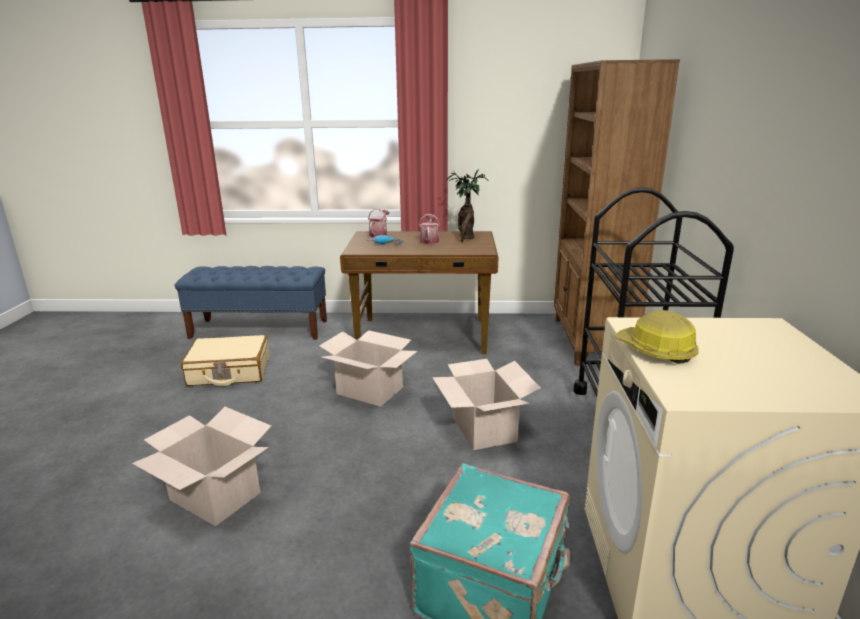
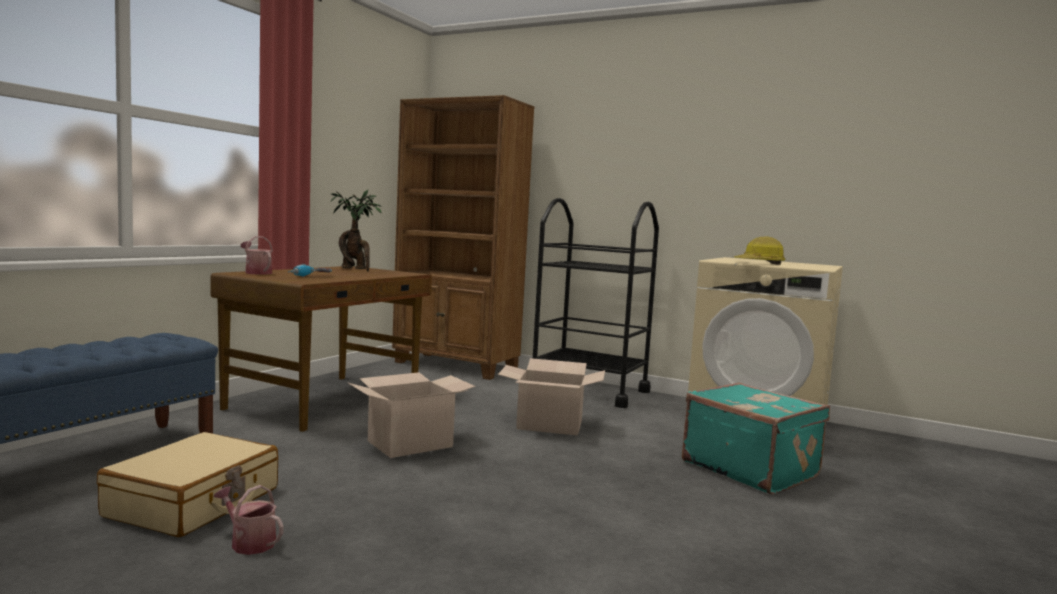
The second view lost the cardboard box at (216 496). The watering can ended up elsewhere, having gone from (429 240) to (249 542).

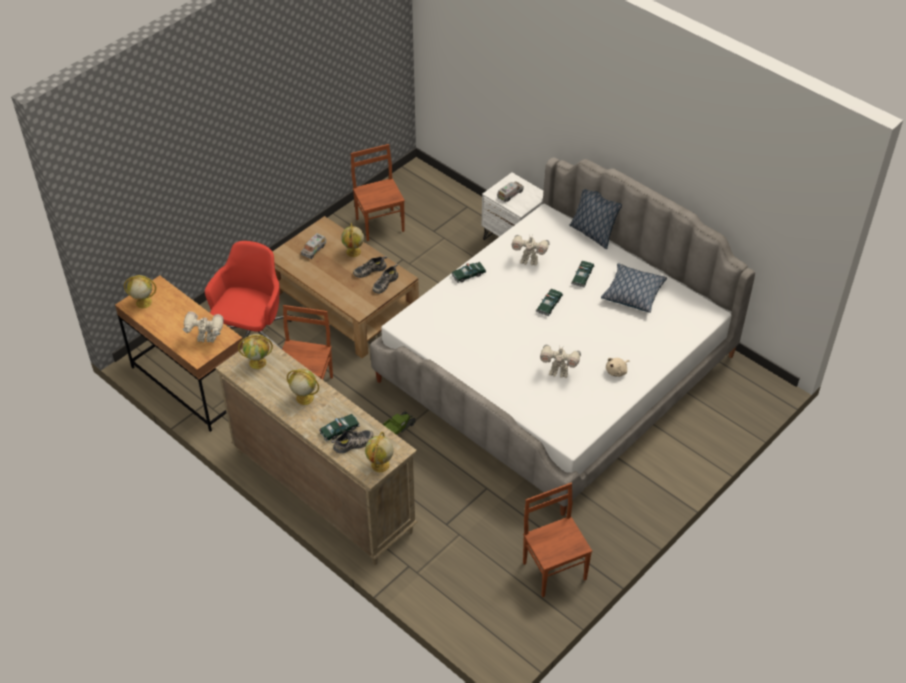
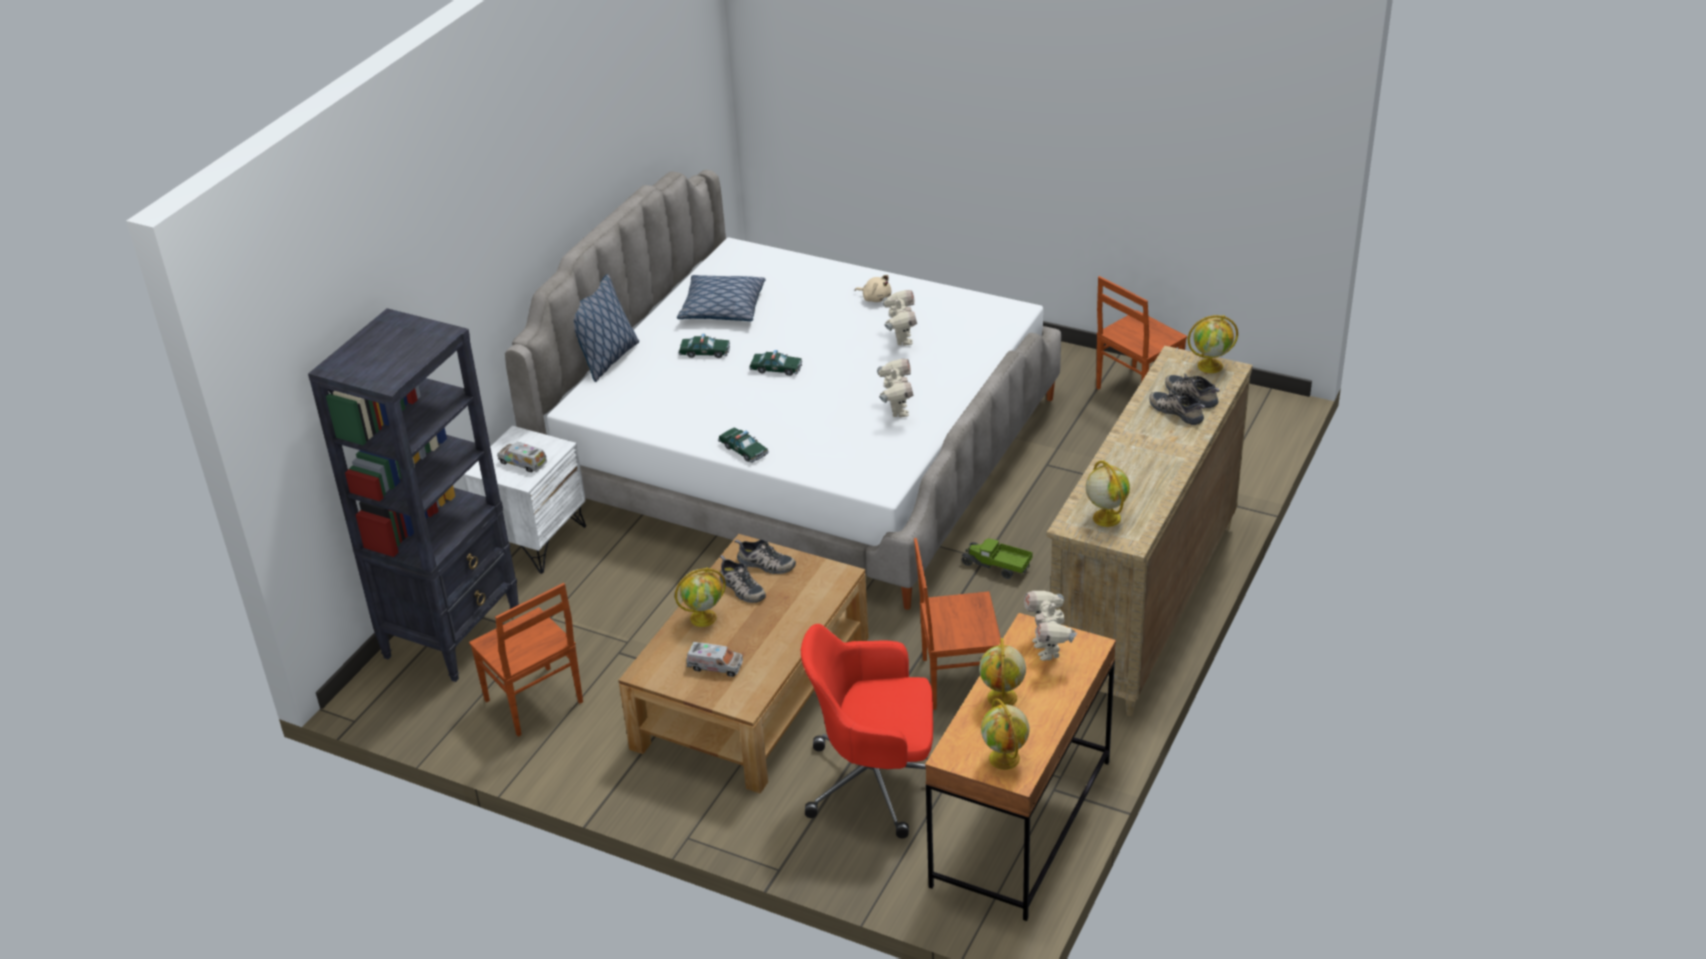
The second view gained the bookshelf in black-coloured at (453 634). The globe ended up elsewhere, having gone from (304 398) to (1002 698). The toy robot ended up elsewhere, having gone from (529 261) to (897 410). Where the miniature car stood at (339 430), the shoe came to stand at (1178 411). The chair in brown-coloured at (380 224) ended up facing another way, 90 degrees counterclockwise from before.

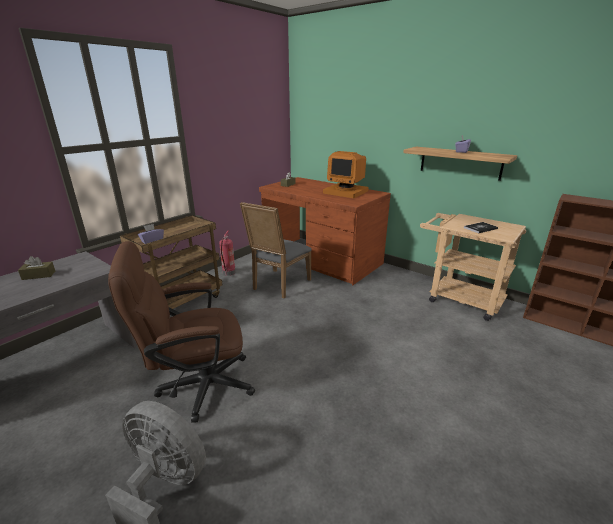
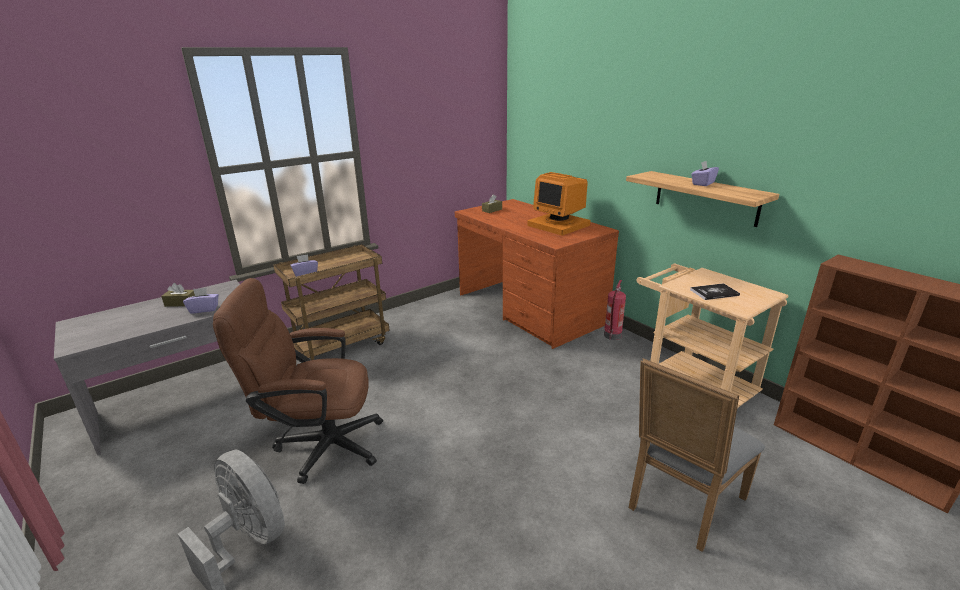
The second view gained the tissue box in purplish at (204 309). The fire-fighting cylinder ended up elsewhere, having gone from (229 273) to (612 336). The chair in greyish ended up elsewhere, having gone from (279 285) to (680 504).

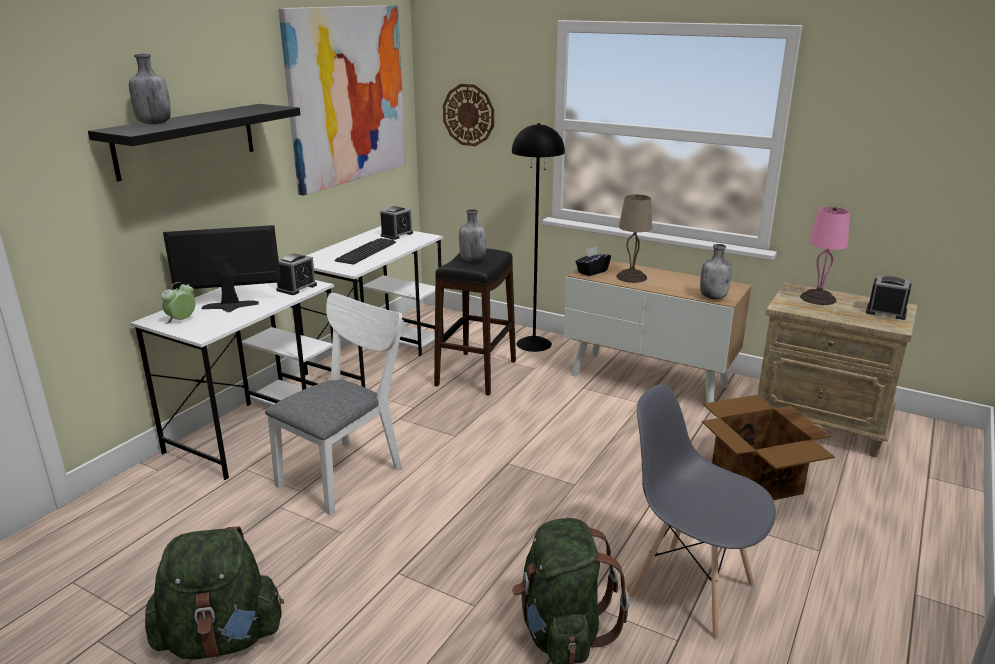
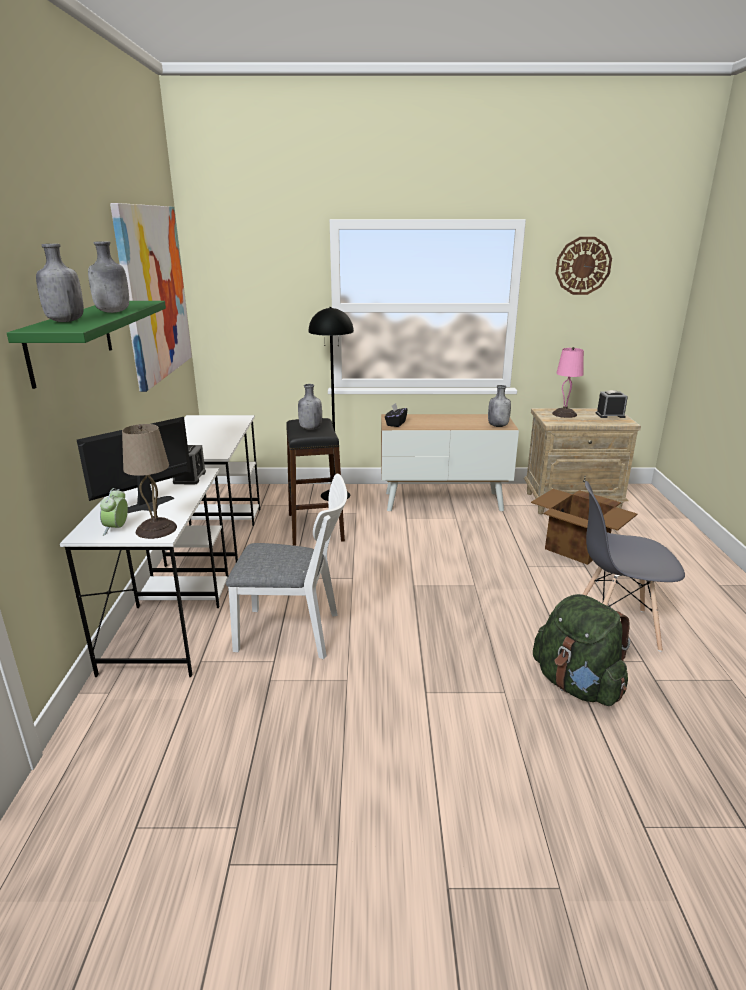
The second view lost the knapsack in green at (221 638). The second view lost the PC keyboard at (366 252). The second view lost the alarm clock at (397 234). The second view gained the bottle in greyish at (113 312). The wall clock ended up elsewhere, having gone from (468 115) to (583 266). The lamp for a table in beige-coloured ended up elsewhere, having gone from (632 277) to (157 529). What was the shelf in black-coloured at (186 140) turned into the shelf in green at (71 340). The chair in whitish at (346 471) ended up facing another way, 90 degrees clockwise from before.

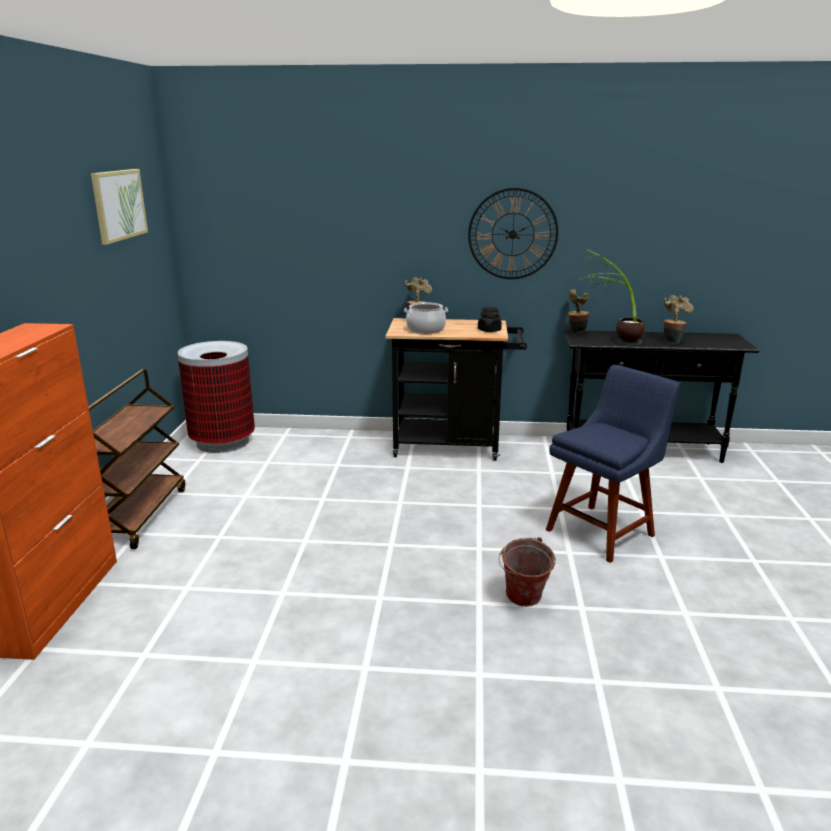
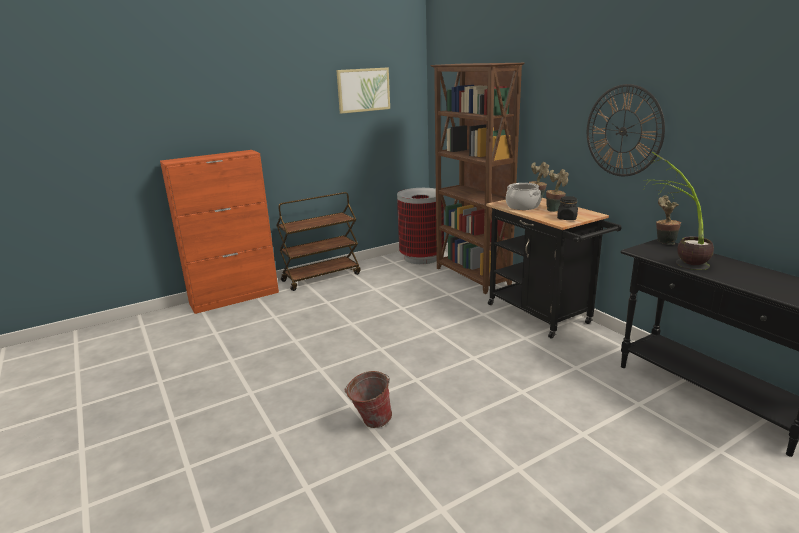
The second view lost the chair in bluish at (603 531). The second view gained the bookshelf in brown-coloured at (472 277). The potted plant ended up elsewhere, having gone from (672 341) to (555 210).

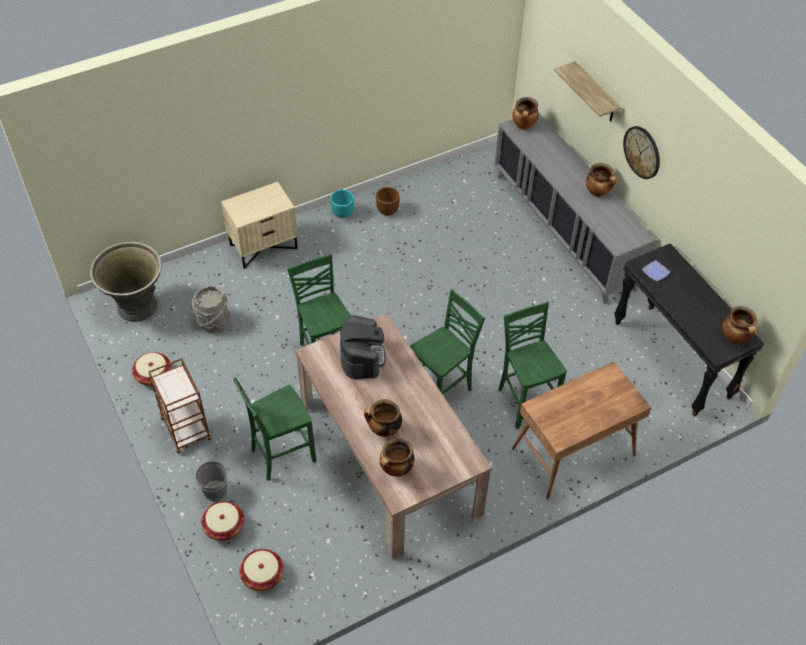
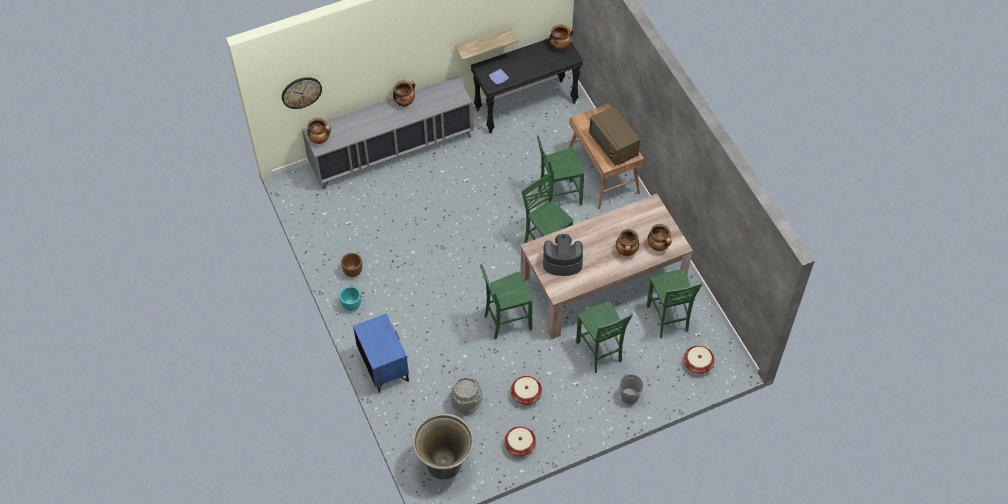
The second view lost the cart in brown-coloured at (186 429). The second view gained the microwave in brown-coloured at (613 145). The second view gained the chair in green at (668 319). The household basket ended up elsewhere, having gone from (224 526) to (526 394). The shelf ended up elsewhere, having gone from (595 93) to (483 42). The wall clock ended up elsewhere, having gone from (642 152) to (301 92). What was the bedside table in beige-coloured at (263 246) turned into the bedside table in bluish at (383 366).

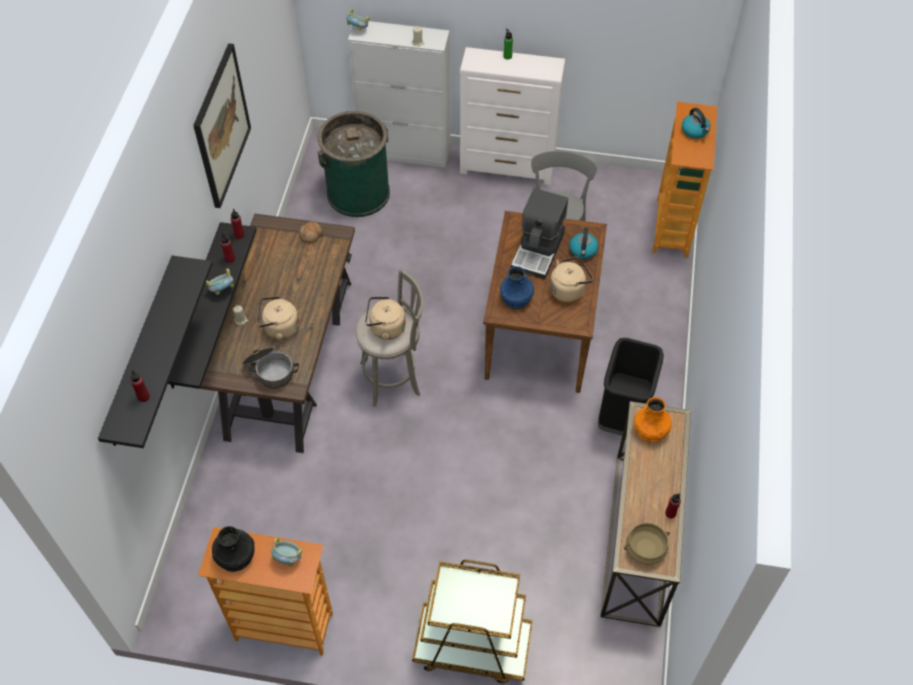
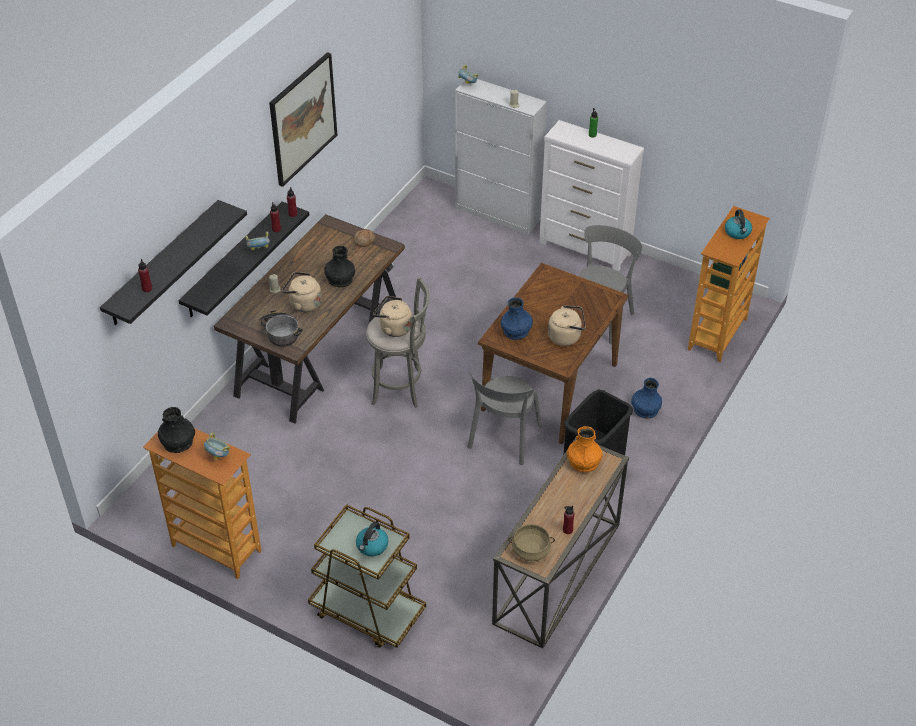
The second view lost the rubbish bin in green at (358 193). The second view lost the coffee machine at (538 251). The second view gained the vase in black-coloured at (340 279). The second view gained the chair in greyish at (503 439). The second view gained the vase in bluish at (645 409). The water kettle ended up elsewhere, having gone from (583 250) to (372 546).

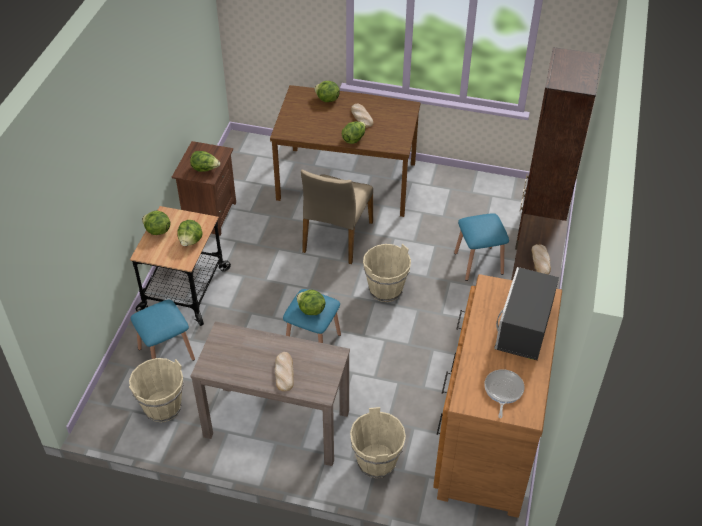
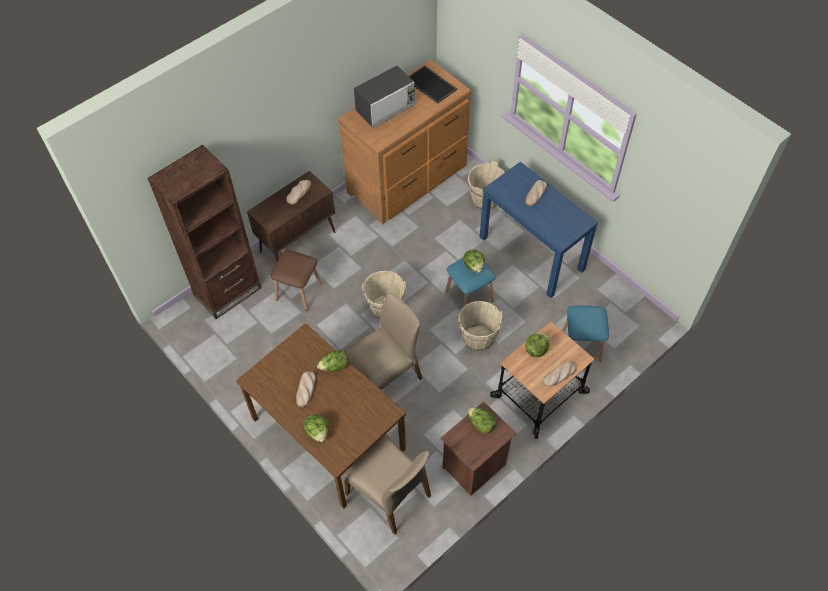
The second view gained the chair in beige-coloured at (389 494). The bucket in beige-coloured ended up elsewhere, having gone from (162 407) to (478 339). Where the head of lettuce stood at (157 231), the baked bread came to stand at (559 375). Where the skillet stood at (503 391), the serving tray came to stand at (431 84). What was the console table in brown-coloured at (276 424) turned into the console table in bluish at (532 253). What was the stool seat in bluish at (478 263) turned into the stool seat in brown-coloured at (298 291).

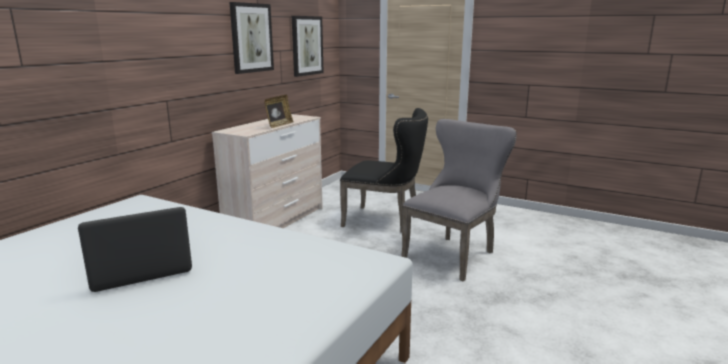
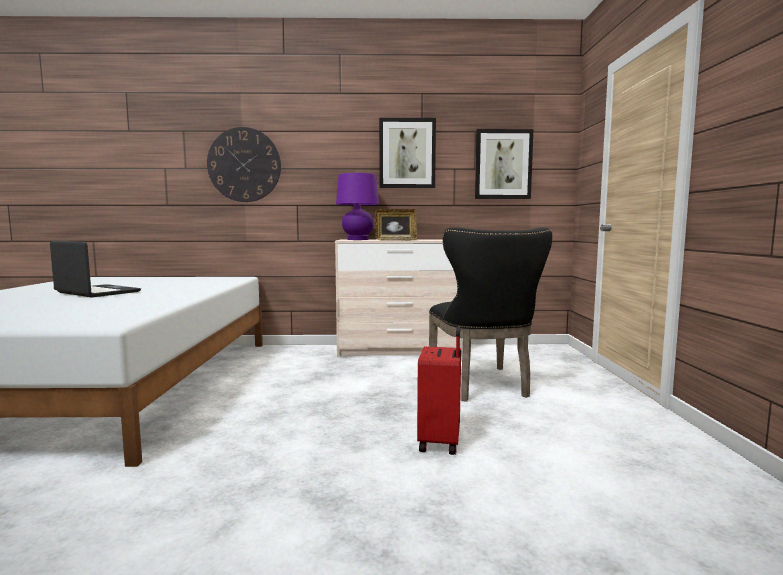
The second view gained the wall clock at (244 165). The second view gained the lamp for a table in purplish at (358 239). Where the chair in greyish stood at (454 254), the suitcase in reddish came to stand at (441 442).

